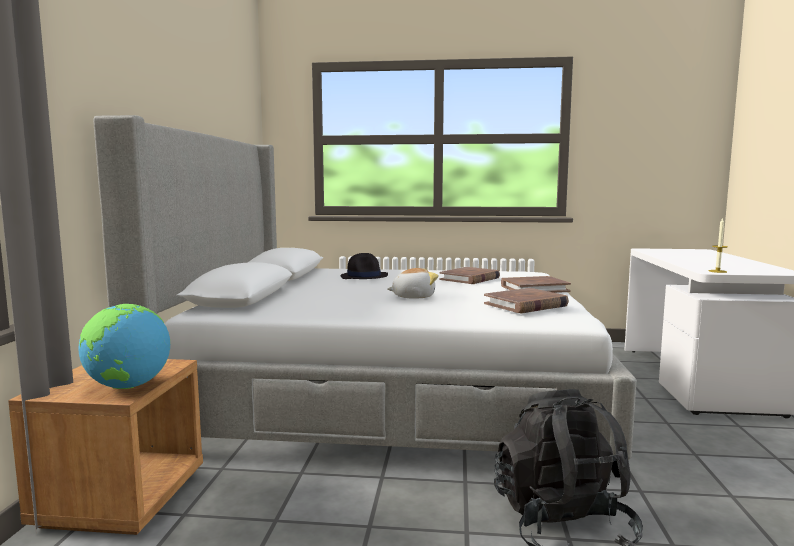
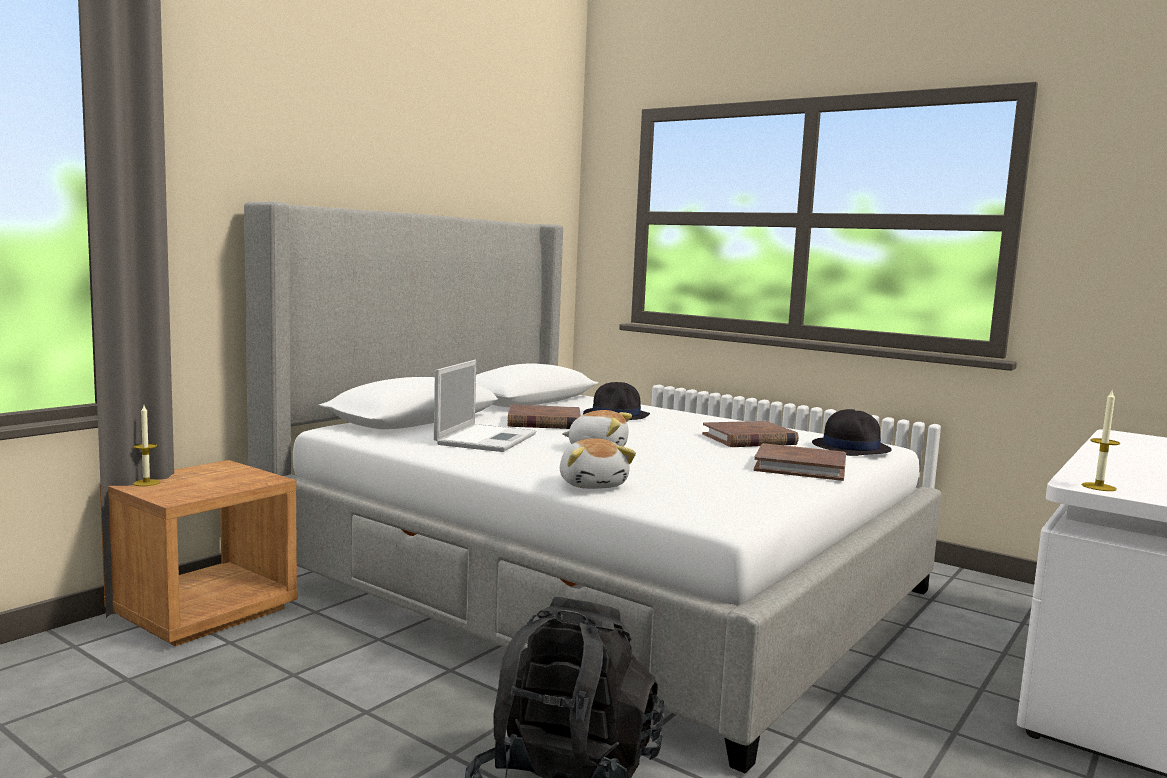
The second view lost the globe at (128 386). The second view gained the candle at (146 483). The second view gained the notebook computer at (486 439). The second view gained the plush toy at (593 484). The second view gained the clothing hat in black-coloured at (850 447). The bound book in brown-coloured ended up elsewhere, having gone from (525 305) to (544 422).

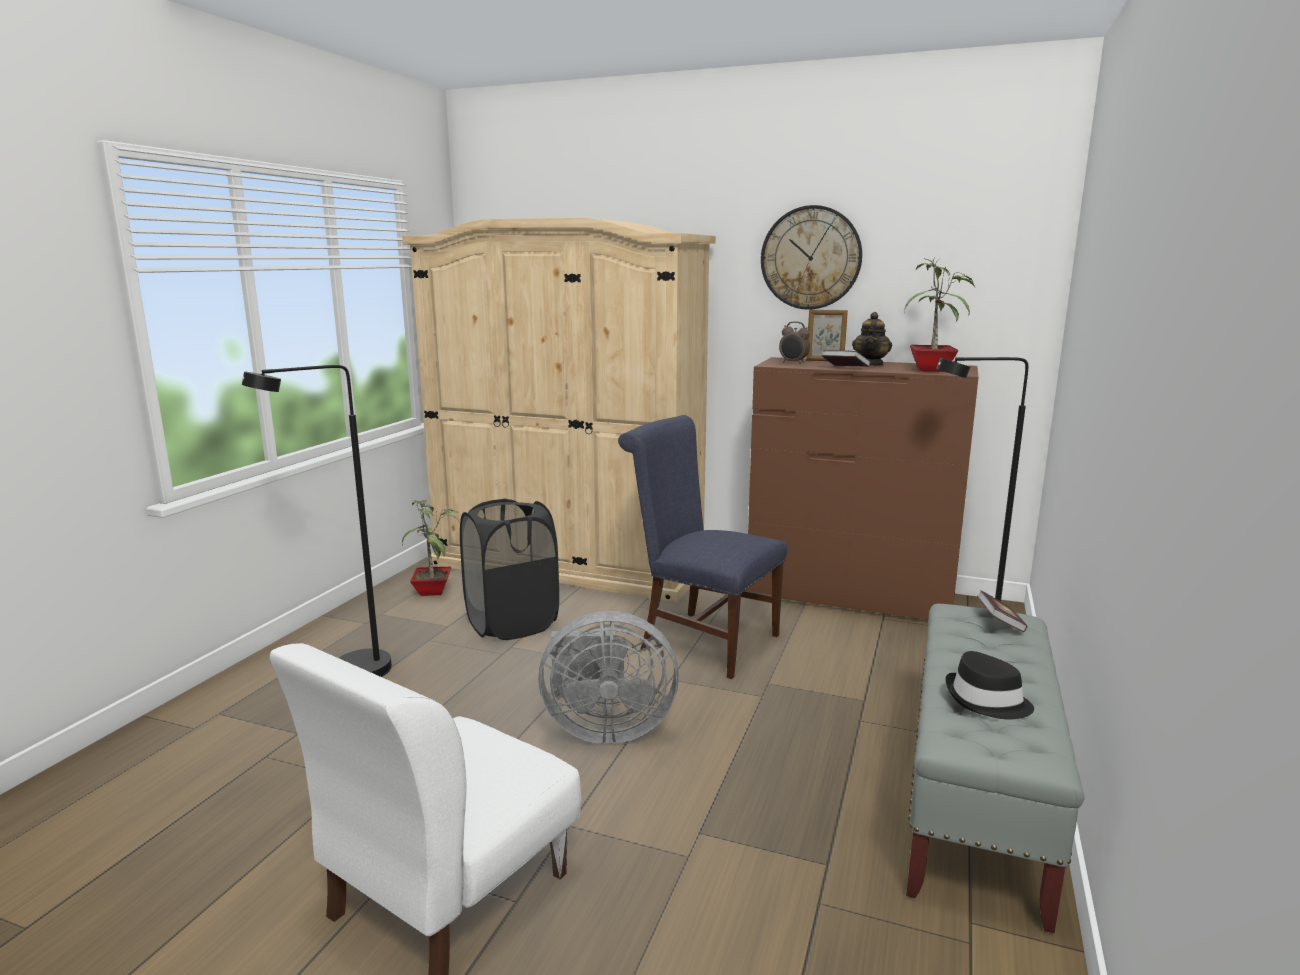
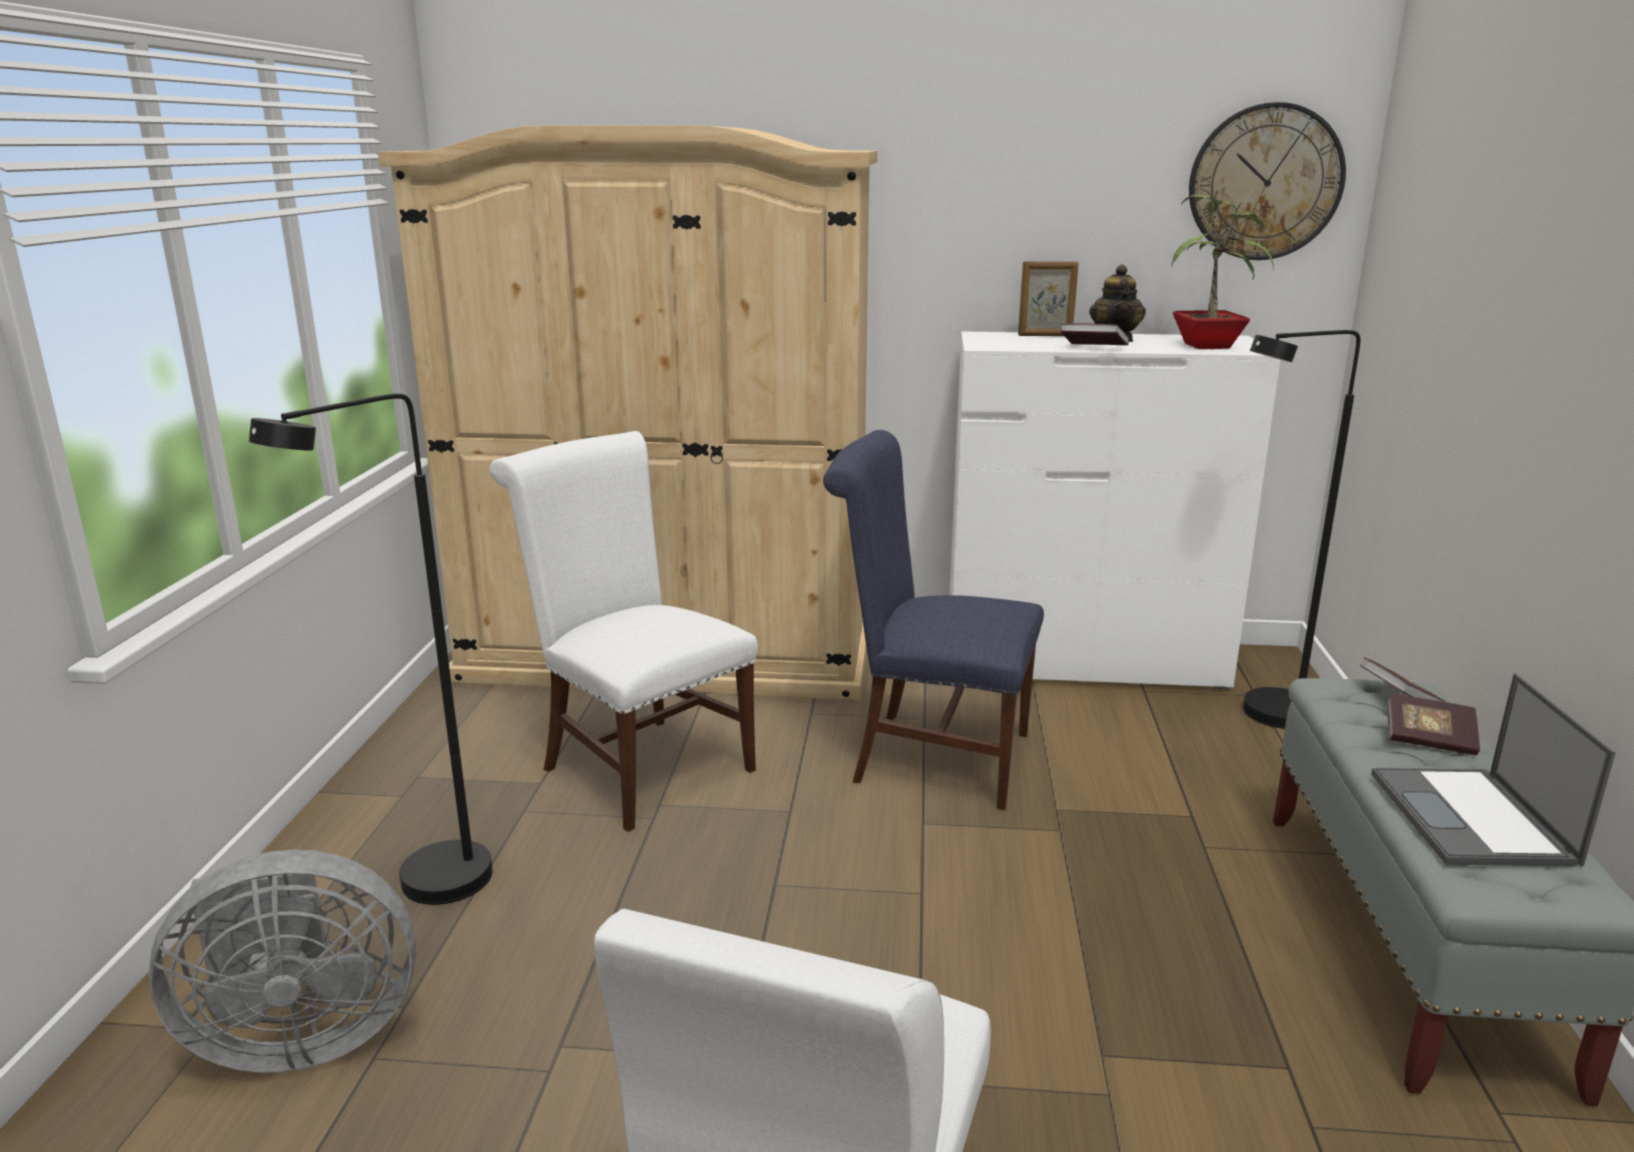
The second view lost the potted plant at (434 591). The second view lost the alarm clock at (793 363). The second view gained the bound book at (1428 740). The cooling fan in greyish ended up elsewhere, having gone from (604 729) to (300 1037). The wall clock ended up elsewhere, having gone from (811 258) to (1265 182). Where the washing basket in black-coloured stood at (512 623), the chair in whitish came to stand at (639 765). Where the clothing hat in black-coloured stood at (987 701), the notebook computer came to stand at (1473 819). What was the chest of drawers in brown-coloured at (849 596) turned into the chest of drawers in whitish at (1082 662).

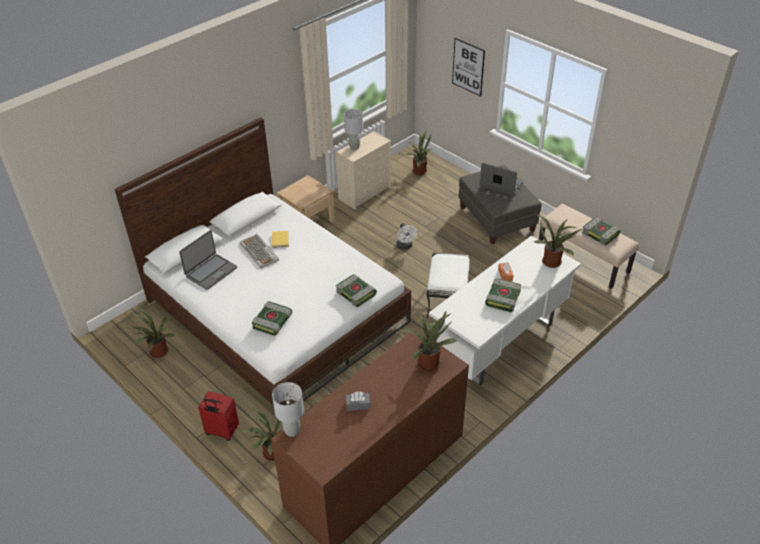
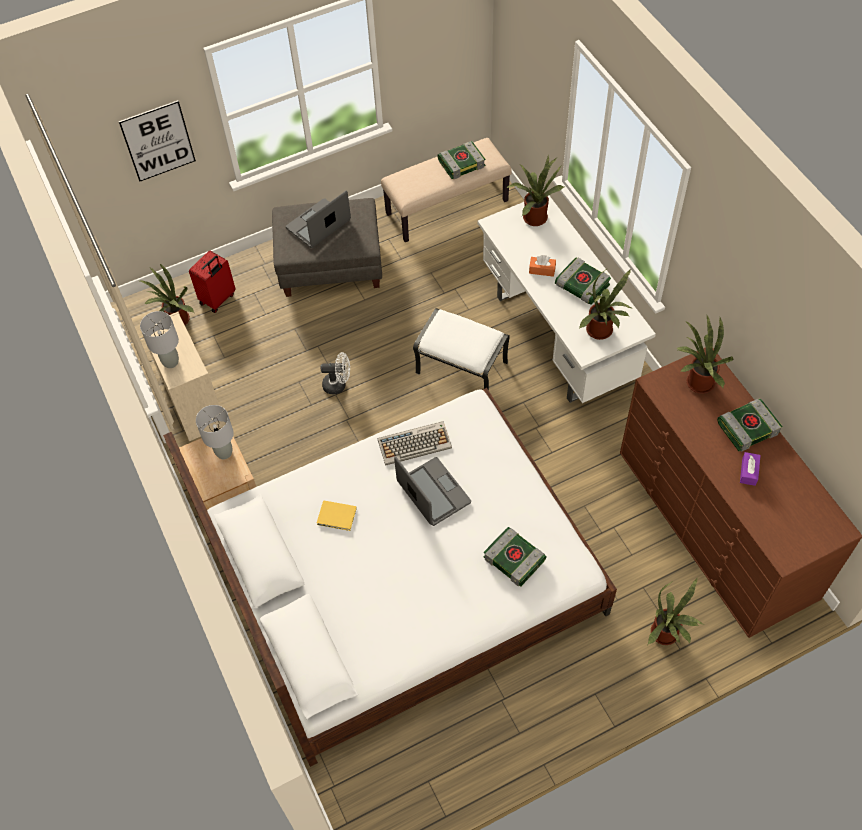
The potted plant ended up elsewhere, having gone from (158 353) to (601 332). The notebook computer ended up elsewhere, having gone from (211 272) to (433 493). The suitcase in reddish ended up elsewhere, having gone from (222 431) to (218 299). The PC keyboard ended up elsewhere, having gone from (259 252) to (415 443). The lamp for a table in greyish ended up elsewhere, having gone from (292 431) to (224 453). The bound book ended up elsewhere, having gone from (356 293) to (748 427). What was the tissue box in greyish at (358 405) turned into the tissue box in purplish at (748 472).

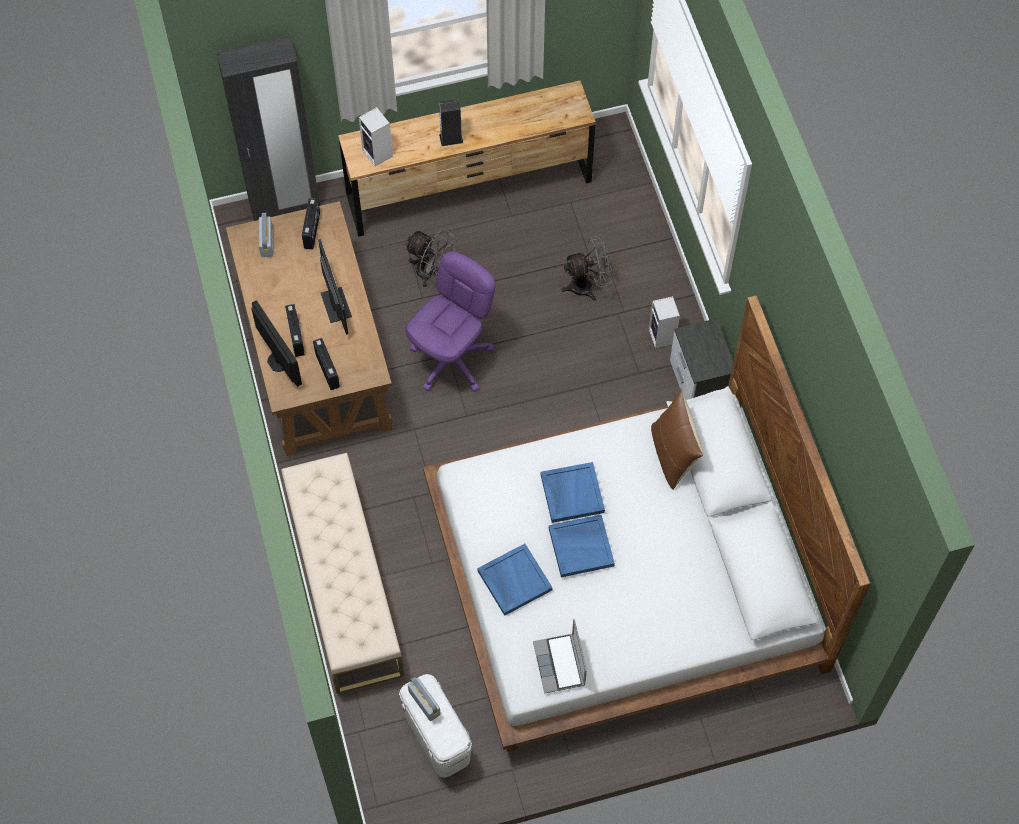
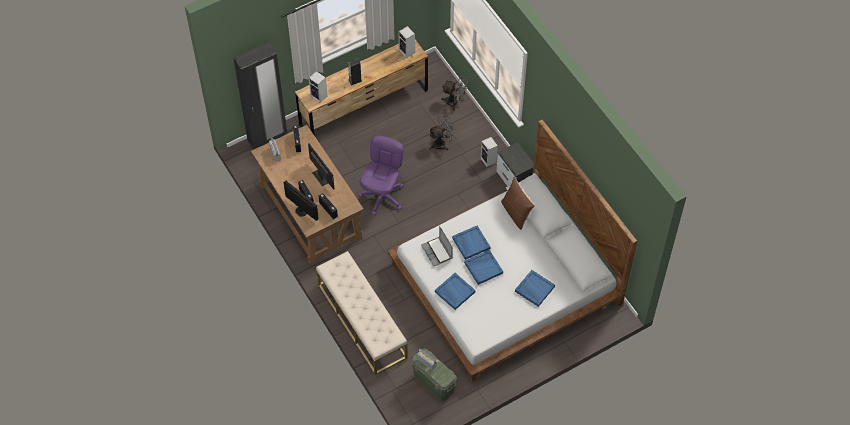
The second view gained the audio speaker at (407 51). The second view gained the serving tray in bluish at (534 289). The cooling fan in greyish ended up elsewhere, having gone from (431 272) to (455 102). The notebook computer ended up elsewhere, having gone from (560 664) to (437 252). What was the storage box in whitish at (437 737) turned into the storage box in green at (433 383).

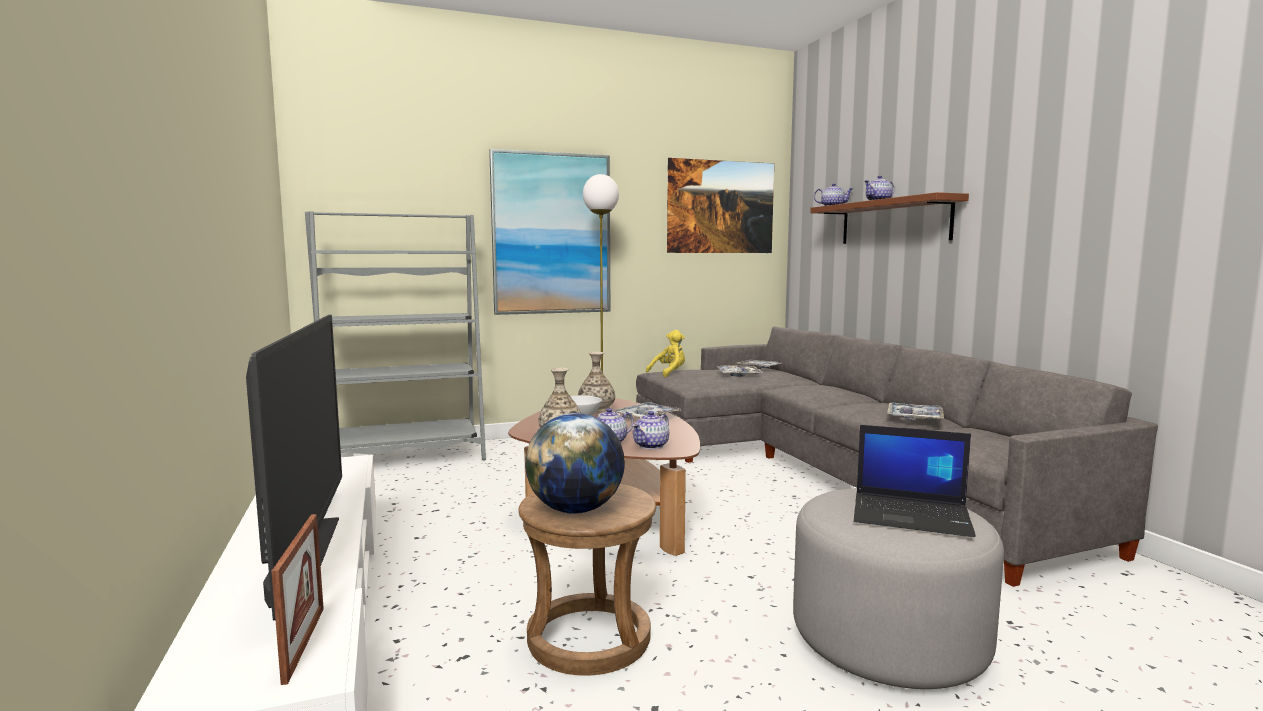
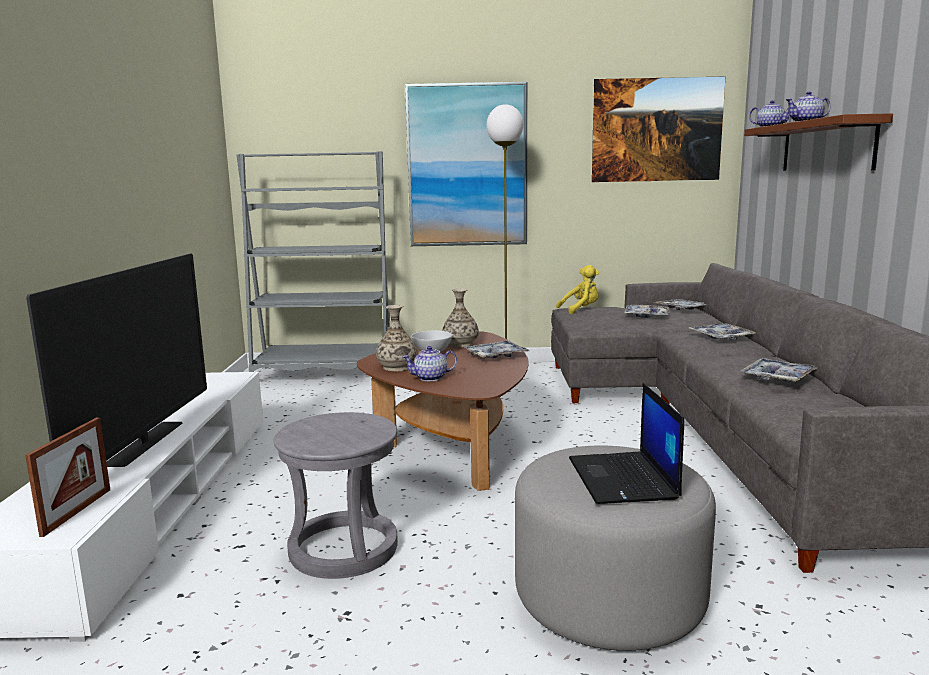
The second view lost the globe at (576 510). The second view lost the teapot at (651 445). The second view gained the serving tray at (721 337). What was the stool seat in brown-coloured at (589 639) turned into the stool seat in greyish at (343 549). The notebook computer at (912 515) ended up facing another way, 45 degrees clockwise from before.

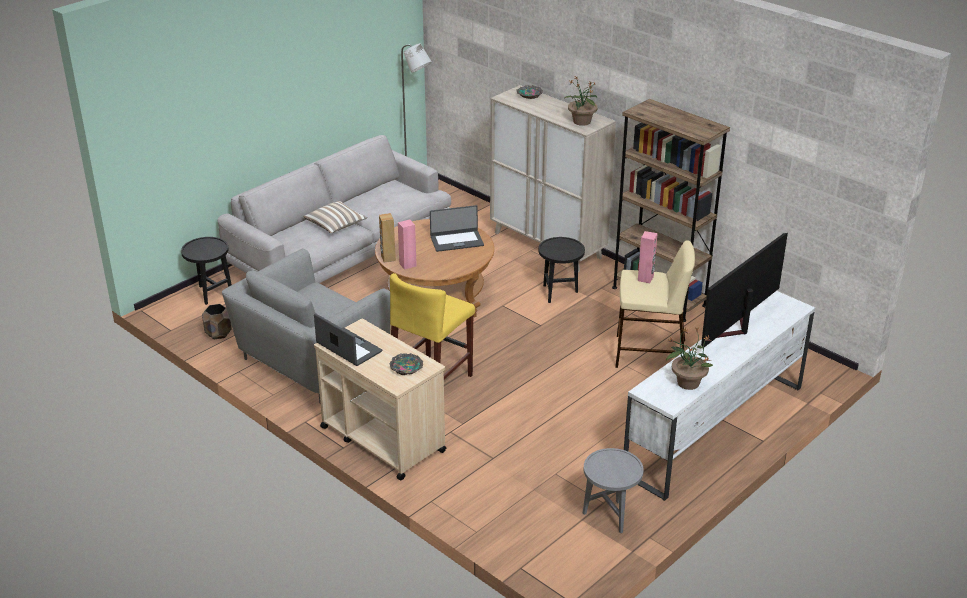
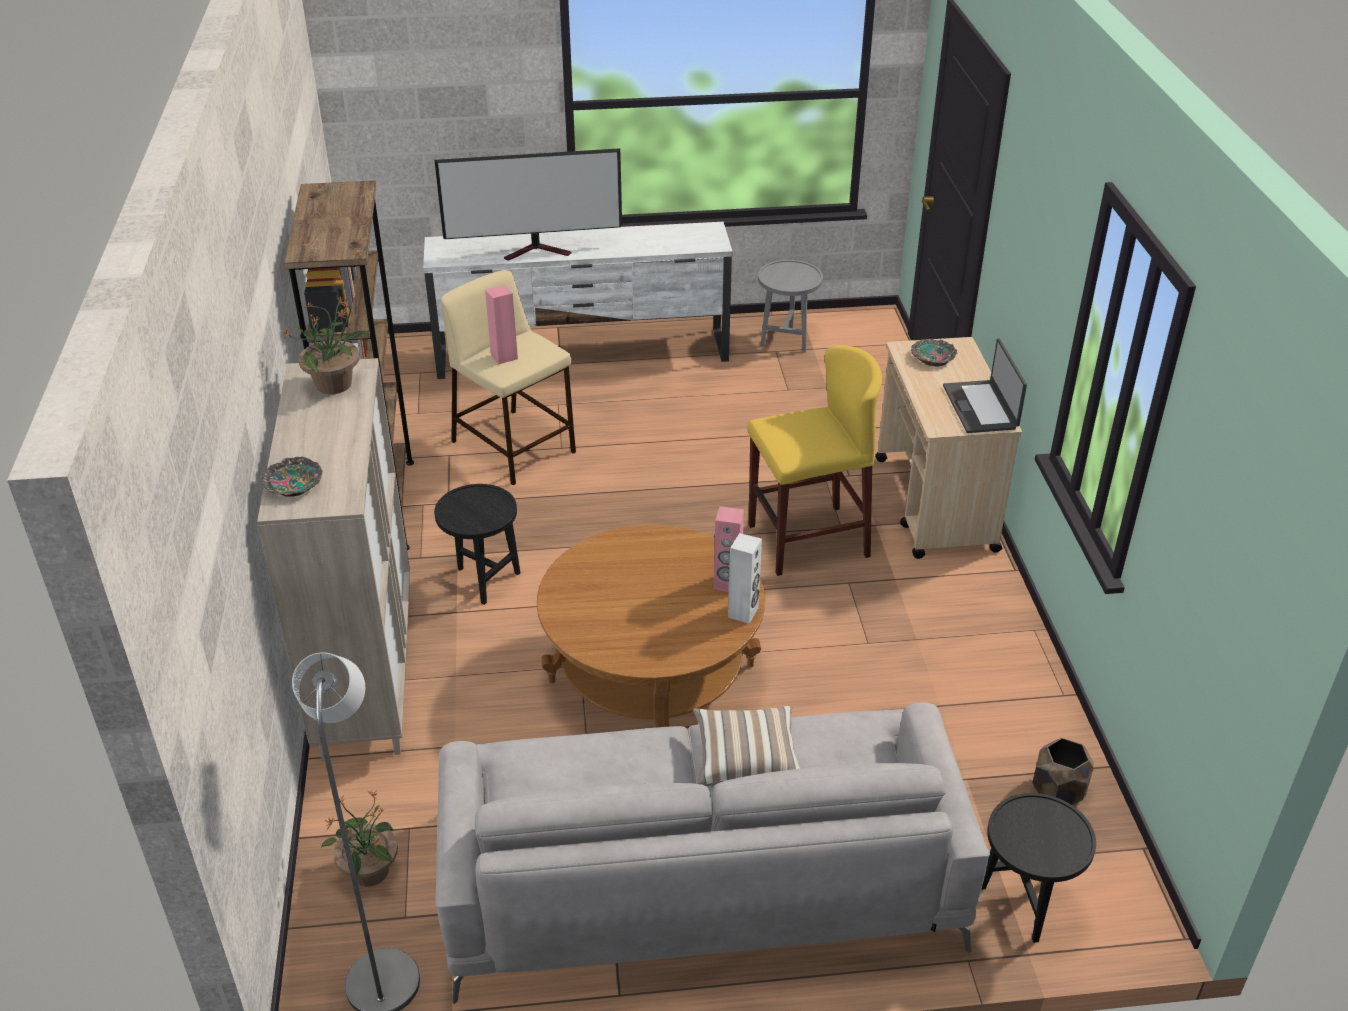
The second view lost the lounge chair in greyish at (311 362). The second view lost the notebook computer at (456 241). The potted plant ended up elsewhere, having gone from (687 382) to (369 872). What was the audio speaker in brown-coloured at (388 258) turned into the audio speaker in whitish at (743 612).

